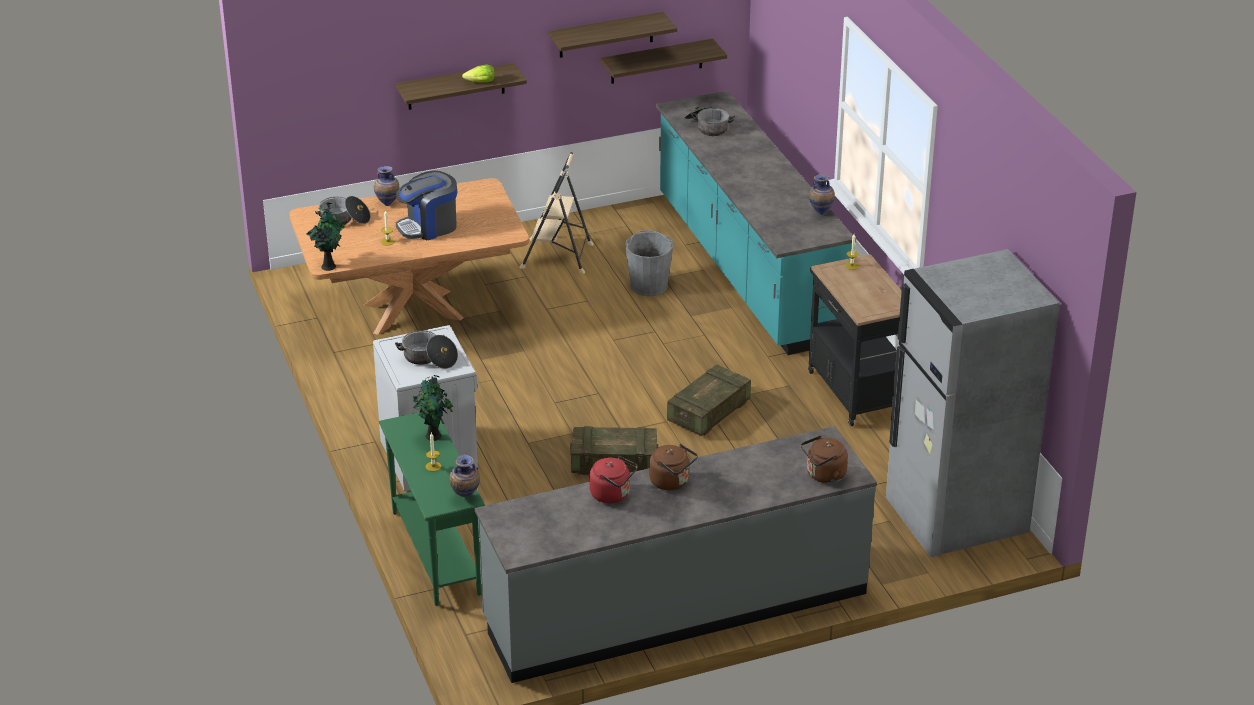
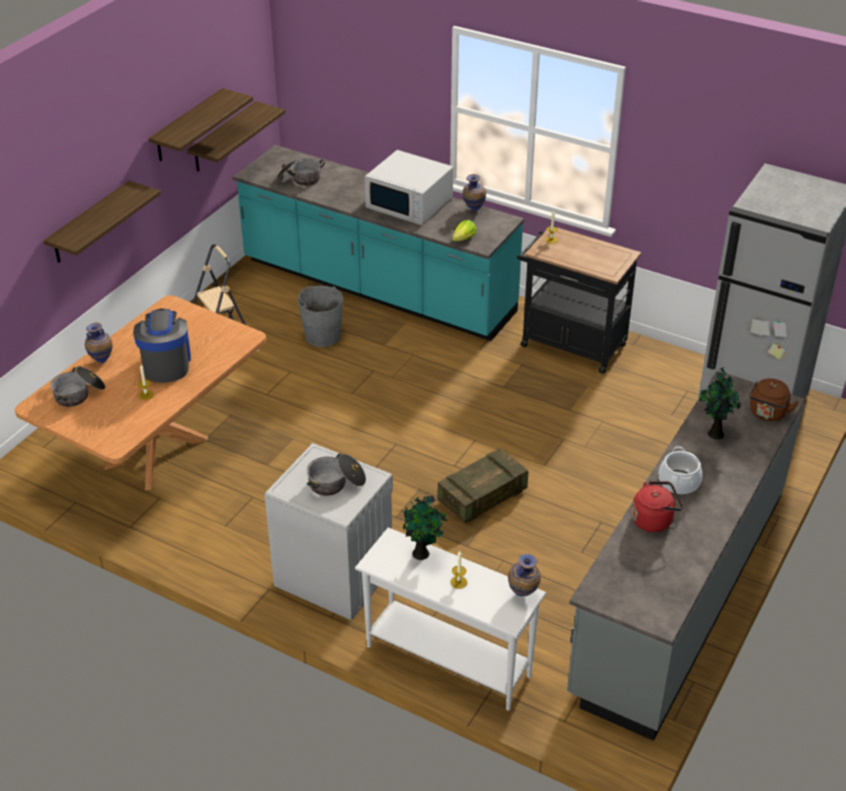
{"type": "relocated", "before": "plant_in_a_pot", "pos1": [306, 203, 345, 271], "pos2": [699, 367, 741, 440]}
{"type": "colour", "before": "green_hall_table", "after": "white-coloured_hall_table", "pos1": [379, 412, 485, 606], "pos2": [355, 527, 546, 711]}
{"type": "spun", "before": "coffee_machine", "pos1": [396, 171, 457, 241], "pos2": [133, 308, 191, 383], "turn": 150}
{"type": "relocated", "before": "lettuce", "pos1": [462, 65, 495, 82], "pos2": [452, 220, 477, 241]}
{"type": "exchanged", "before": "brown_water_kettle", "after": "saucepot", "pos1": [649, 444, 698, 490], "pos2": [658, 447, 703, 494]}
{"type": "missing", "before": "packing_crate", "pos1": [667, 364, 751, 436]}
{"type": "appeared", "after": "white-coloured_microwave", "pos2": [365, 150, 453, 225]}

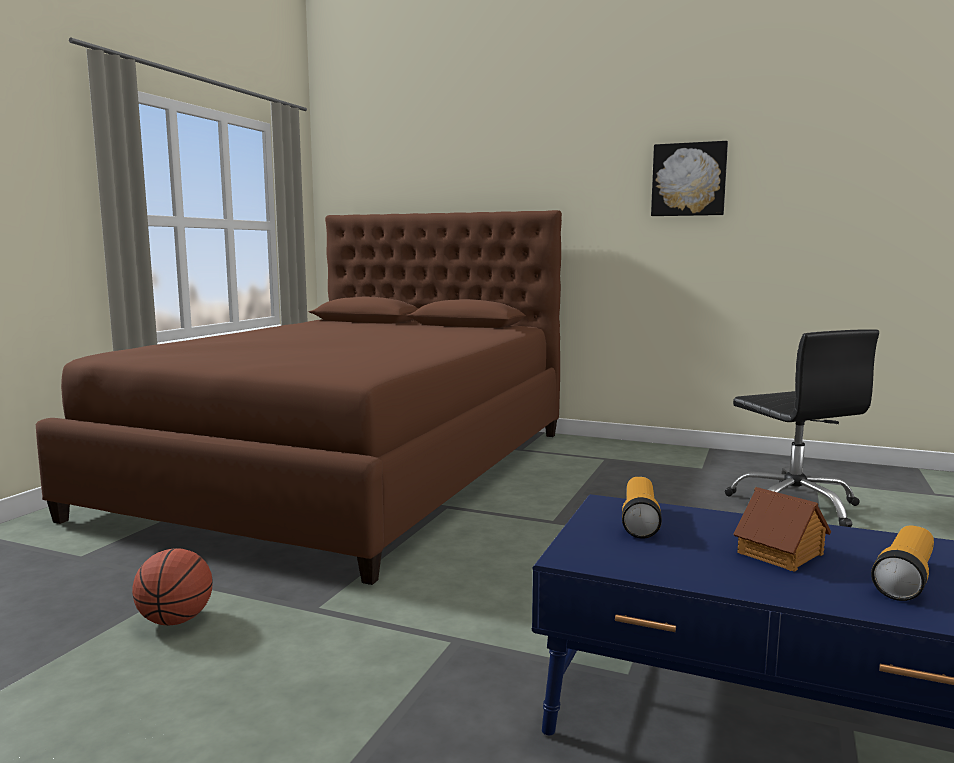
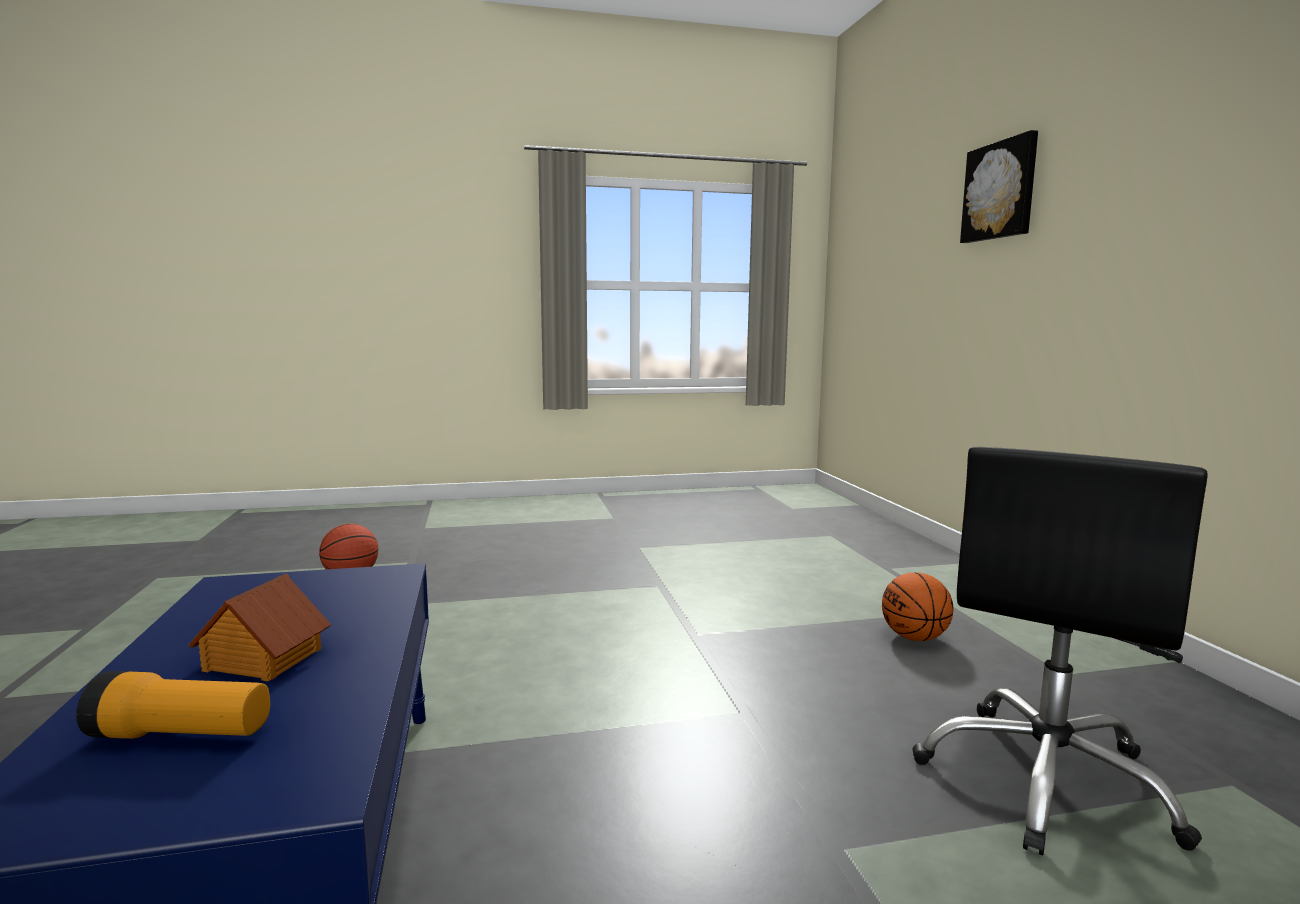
{"type": "missing", "before": "brown_sleeping_bed", "pos1": [36, 210, 562, 585]}
{"type": "missing", "before": "flashlight", "pos1": [622, 477, 662, 539]}
{"type": "relocated", "before": "wall_art", "pos1": [651, 141, 728, 216], "pos2": [960, 130, 1038, 243]}
{"type": "appeared", "after": "basketball_ball", "pos2": [882, 572, 953, 641]}

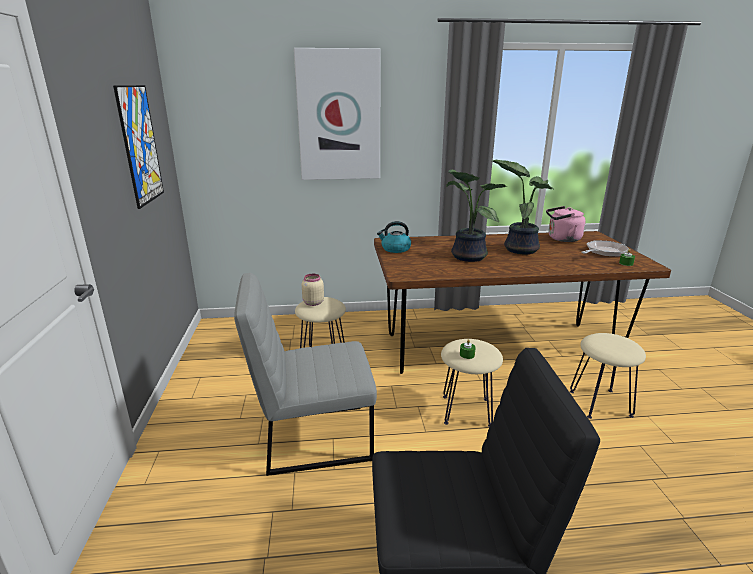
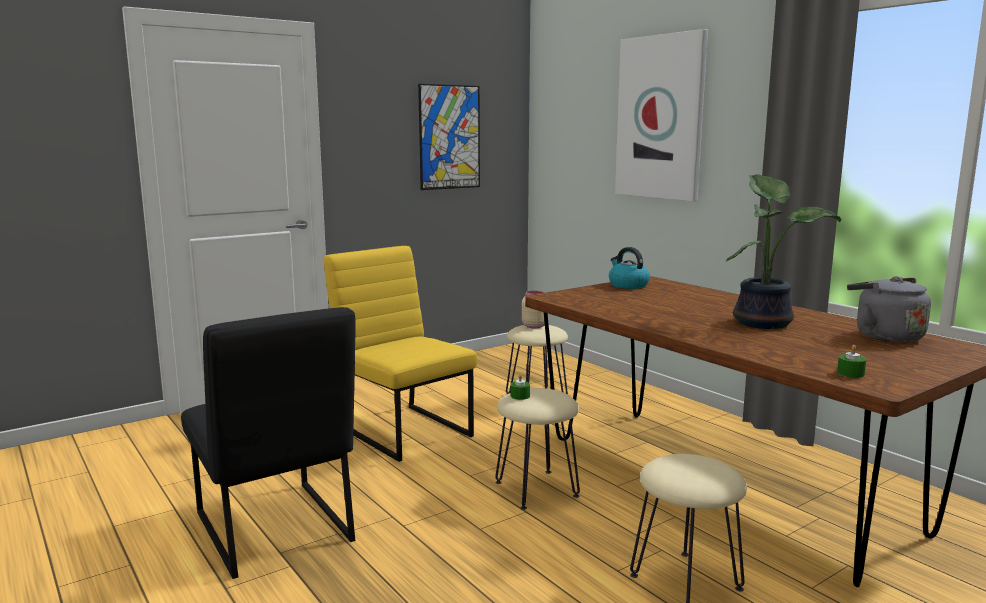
{"type": "colour", "before": "gray_chair", "after": "yellow-coloured_chair", "pos1": [234, 273, 377, 476], "pos2": [324, 246, 477, 462]}
{"type": "missing", "before": "plant_in_a_pot", "pos1": [447, 169, 507, 262]}
{"type": "colour", "before": "pink_water_kettle", "after": "gray_water_kettle", "pos1": [546, 206, 586, 242], "pos2": [847, 276, 931, 343]}
{"type": "missing", "before": "pan", "pos1": [581, 240, 629, 257]}

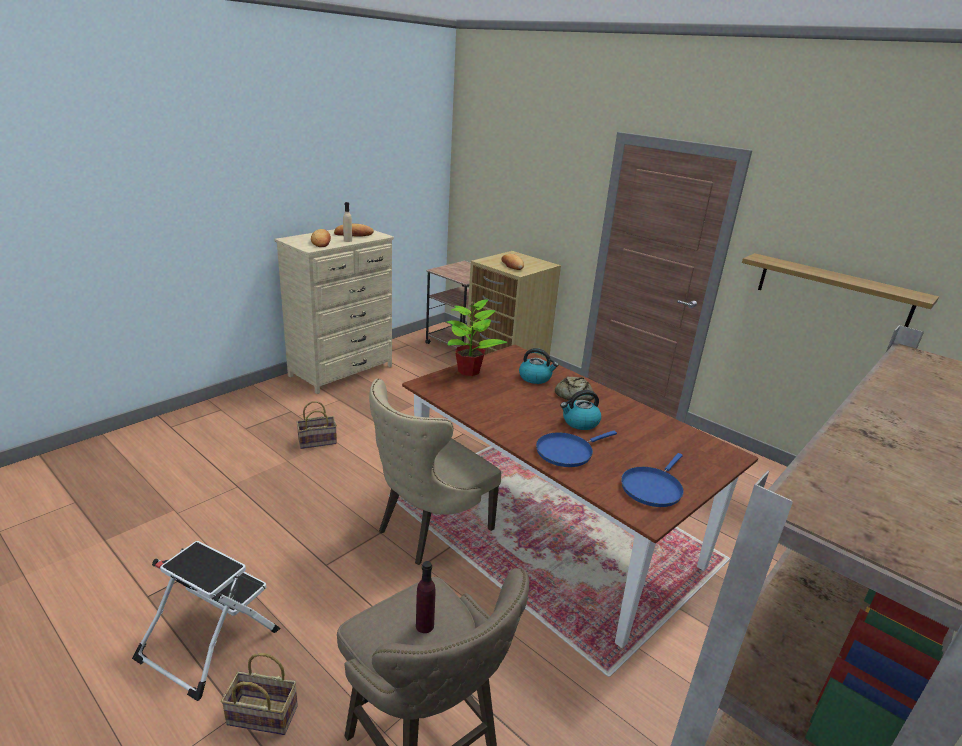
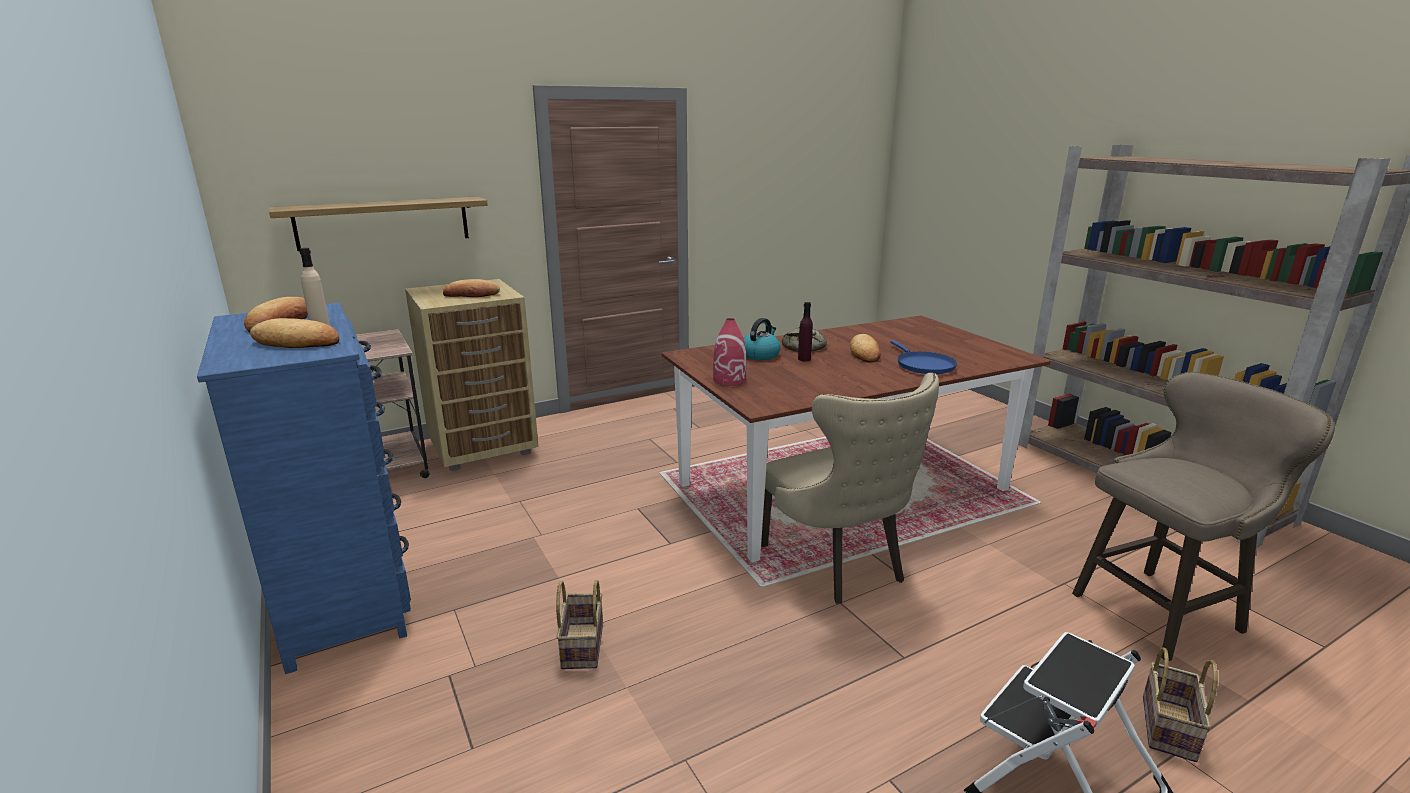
{"type": "colour", "before": "beige-coloured_dresser", "after": "bluish_dresser", "pos1": [274, 229, 394, 394], "pos2": [197, 303, 411, 674]}
{"type": "relocated", "before": "purple-coloured_beverage_bottle", "pos1": [416, 561, 435, 633], "pos2": [798, 302, 813, 361]}
{"type": "exchanged", "before": "plant_in_a_pot", "after": "red_decorative_vase", "pos1": [446, 298, 508, 376], "pos2": [713, 318, 746, 386]}
{"type": "exchanged", "before": "water_kettle", "after": "bakery_bread", "pos1": [560, 390, 601, 430], "pos2": [850, 334, 881, 363]}
{"type": "missing", "before": "bluish_pan", "pos1": [621, 453, 684, 507]}
{"type": "relocated", "before": "bracket_shelf", "pos1": [742, 253, 939, 327], "pos2": [269, 197, 488, 251]}

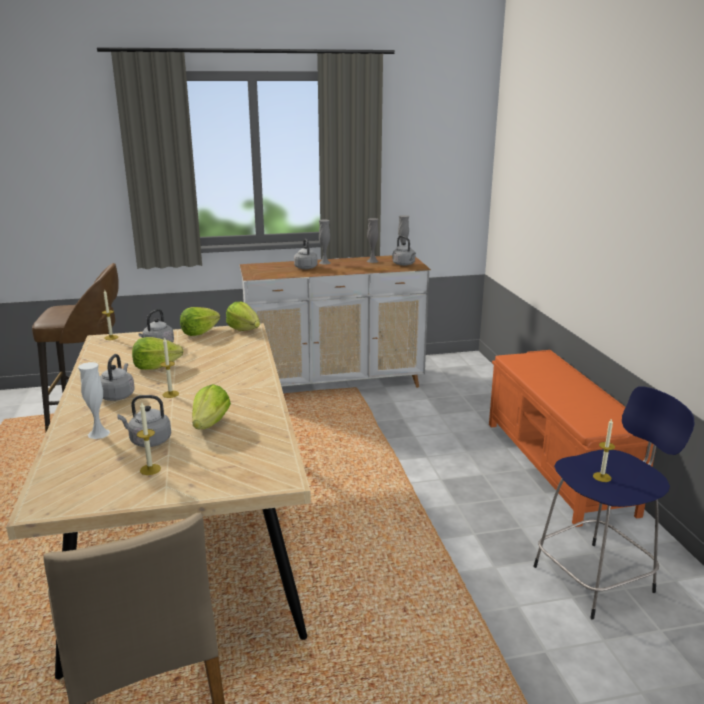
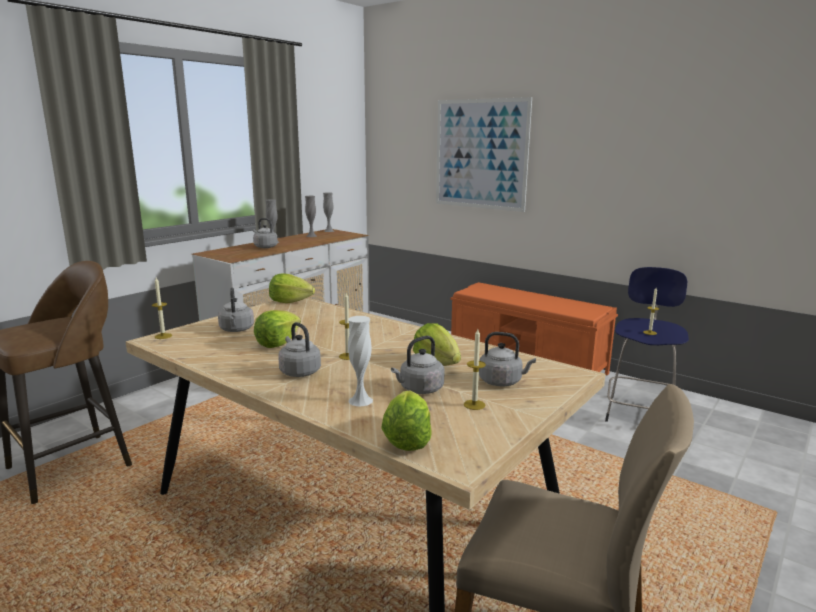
{"type": "relocated", "before": "lettuce", "pos1": [180, 307, 220, 336], "pos2": [381, 390, 432, 451]}
{"type": "relocated", "before": "gray_water_kettle", "pos1": [392, 236, 416, 266], "pos2": [479, 332, 536, 386]}
{"type": "appeared", "after": "wall_art", "pos2": [436, 97, 532, 212]}

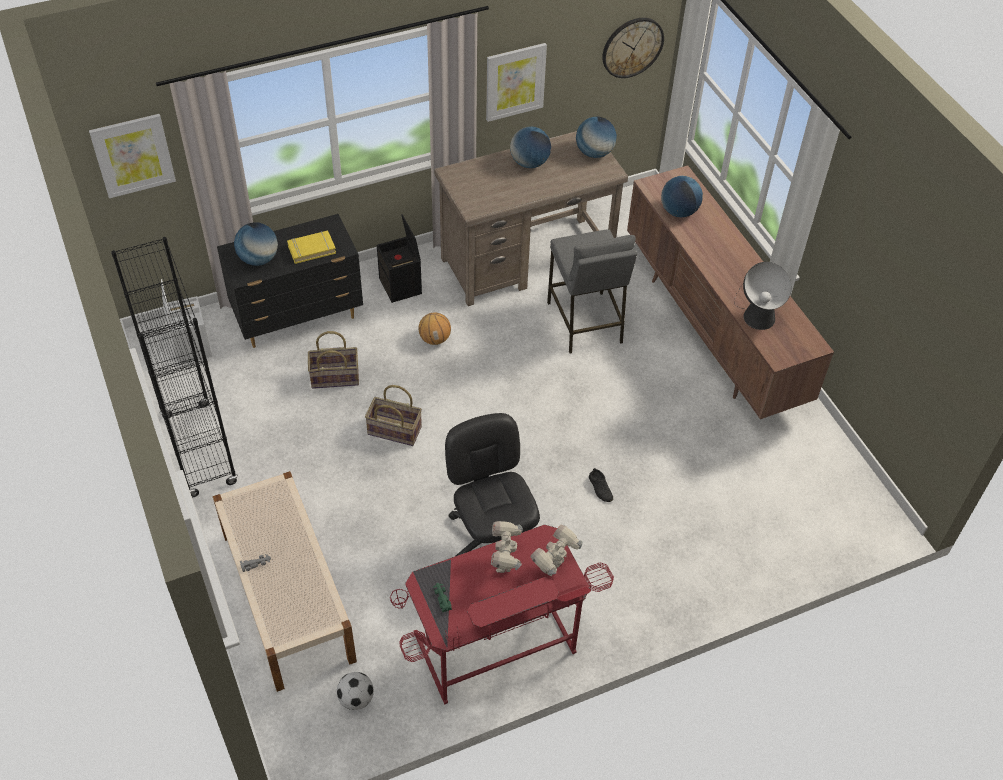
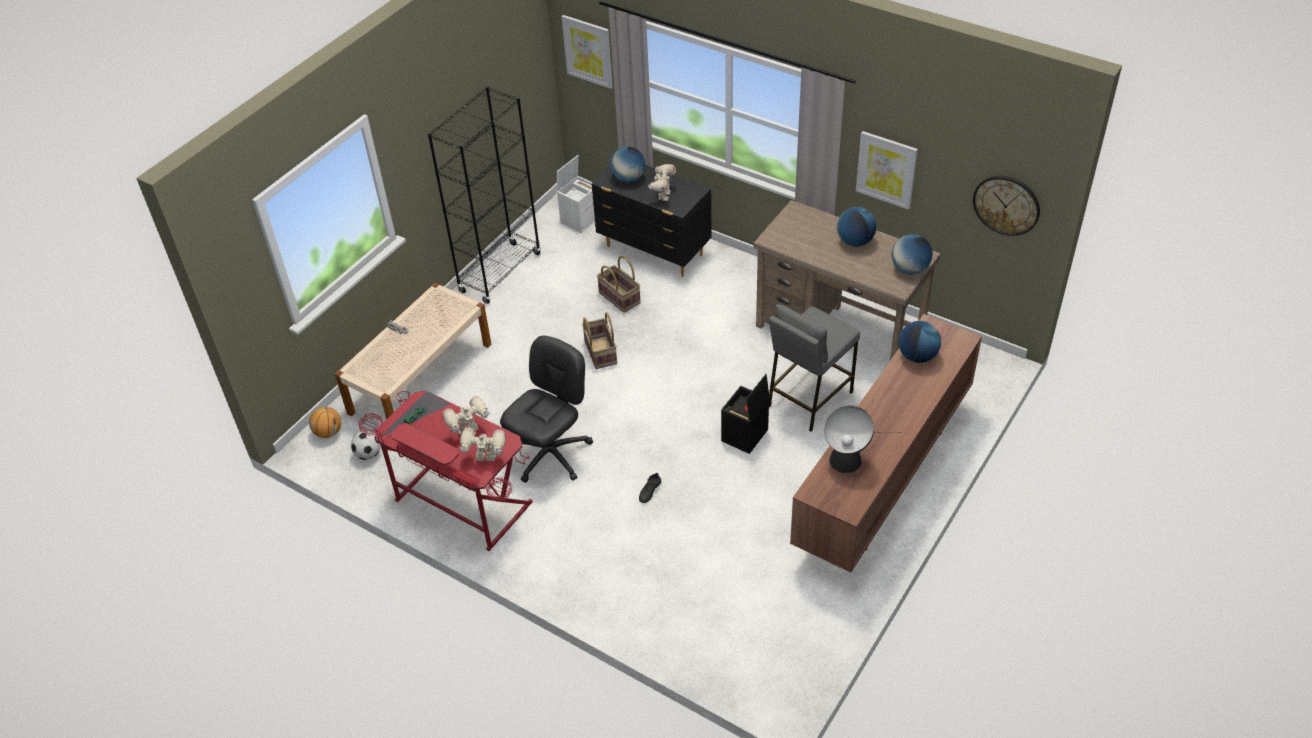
{"type": "exchanged", "before": "yellow-coloured_bound_book", "after": "toy_robot", "pos1": [287, 230, 336, 264], "pos2": [648, 164, 676, 201]}
{"type": "relocated", "before": "blackish_storage_bin", "pos1": [377, 214, 422, 303], "pos2": [721, 374, 770, 454]}
{"type": "relocated", "before": "basketball_ball", "pos1": [419, 313, 451, 345], "pos2": [309, 407, 341, 438]}

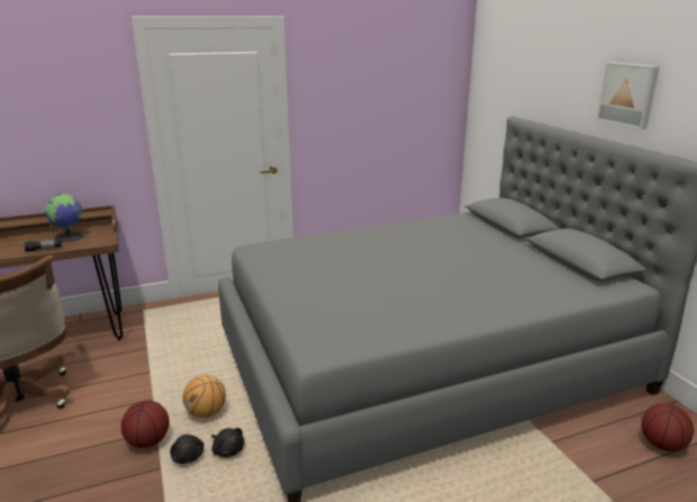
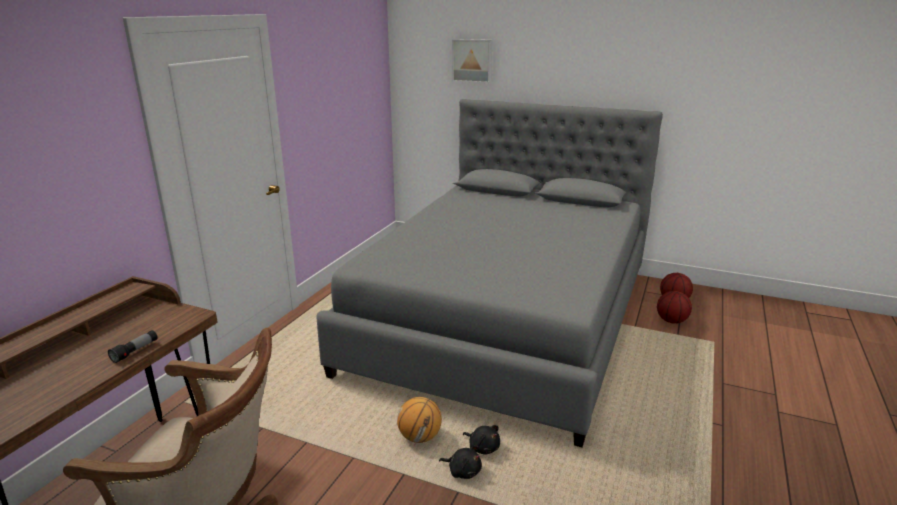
{"type": "missing", "before": "desk_globe", "pos1": [45, 193, 84, 242]}
{"type": "relocated", "before": "basketball_ball", "pos1": [121, 401, 169, 448], "pos2": [657, 291, 692, 323]}
{"type": "spun", "before": "blackish_plush_toy", "pos1": [211, 428, 245, 458], "pos2": [463, 425, 500, 455], "turn": 45}
{"type": "relocated", "before": "wall_art", "pos1": [596, 62, 660, 129], "pos2": [452, 39, 492, 83]}

